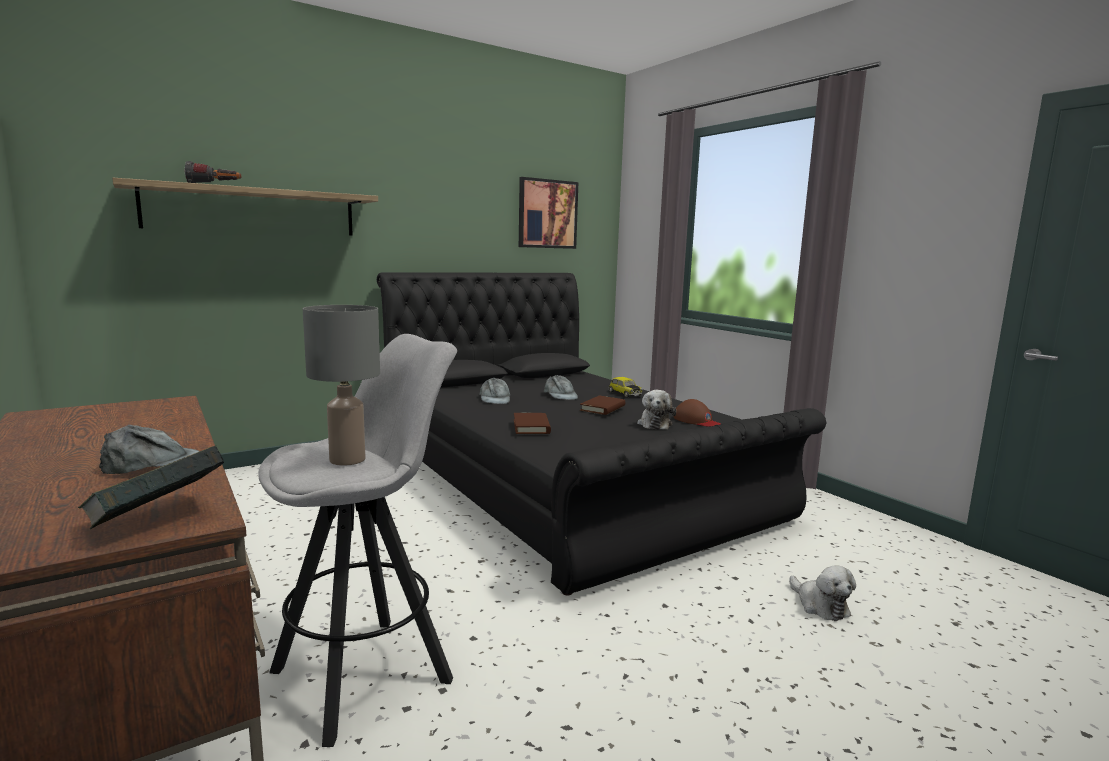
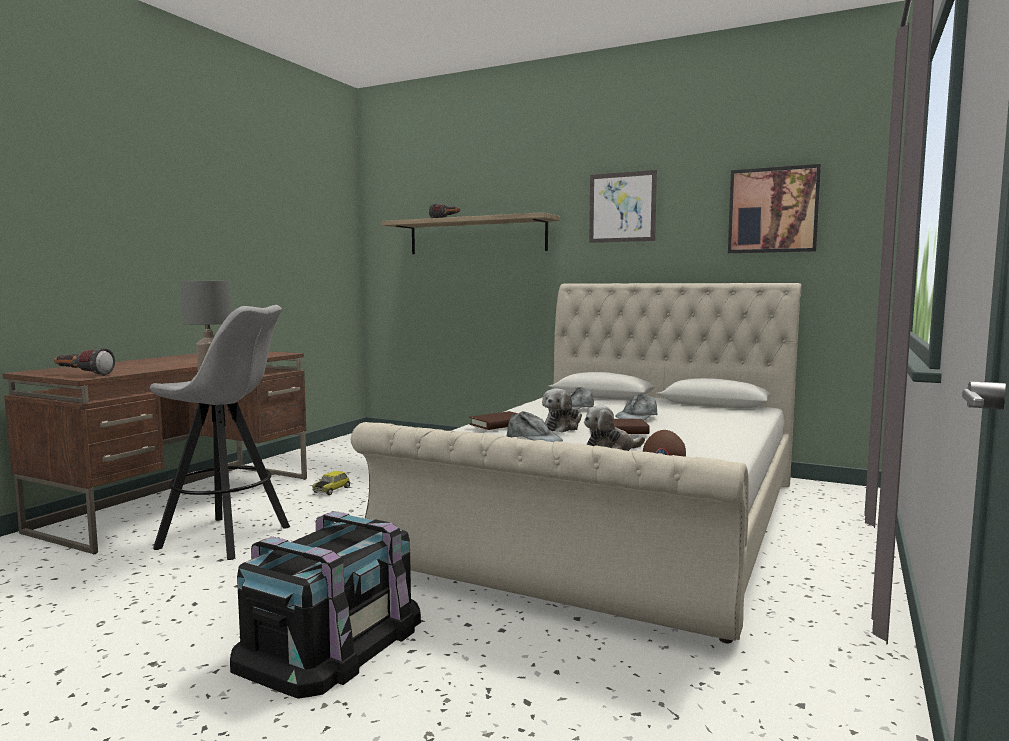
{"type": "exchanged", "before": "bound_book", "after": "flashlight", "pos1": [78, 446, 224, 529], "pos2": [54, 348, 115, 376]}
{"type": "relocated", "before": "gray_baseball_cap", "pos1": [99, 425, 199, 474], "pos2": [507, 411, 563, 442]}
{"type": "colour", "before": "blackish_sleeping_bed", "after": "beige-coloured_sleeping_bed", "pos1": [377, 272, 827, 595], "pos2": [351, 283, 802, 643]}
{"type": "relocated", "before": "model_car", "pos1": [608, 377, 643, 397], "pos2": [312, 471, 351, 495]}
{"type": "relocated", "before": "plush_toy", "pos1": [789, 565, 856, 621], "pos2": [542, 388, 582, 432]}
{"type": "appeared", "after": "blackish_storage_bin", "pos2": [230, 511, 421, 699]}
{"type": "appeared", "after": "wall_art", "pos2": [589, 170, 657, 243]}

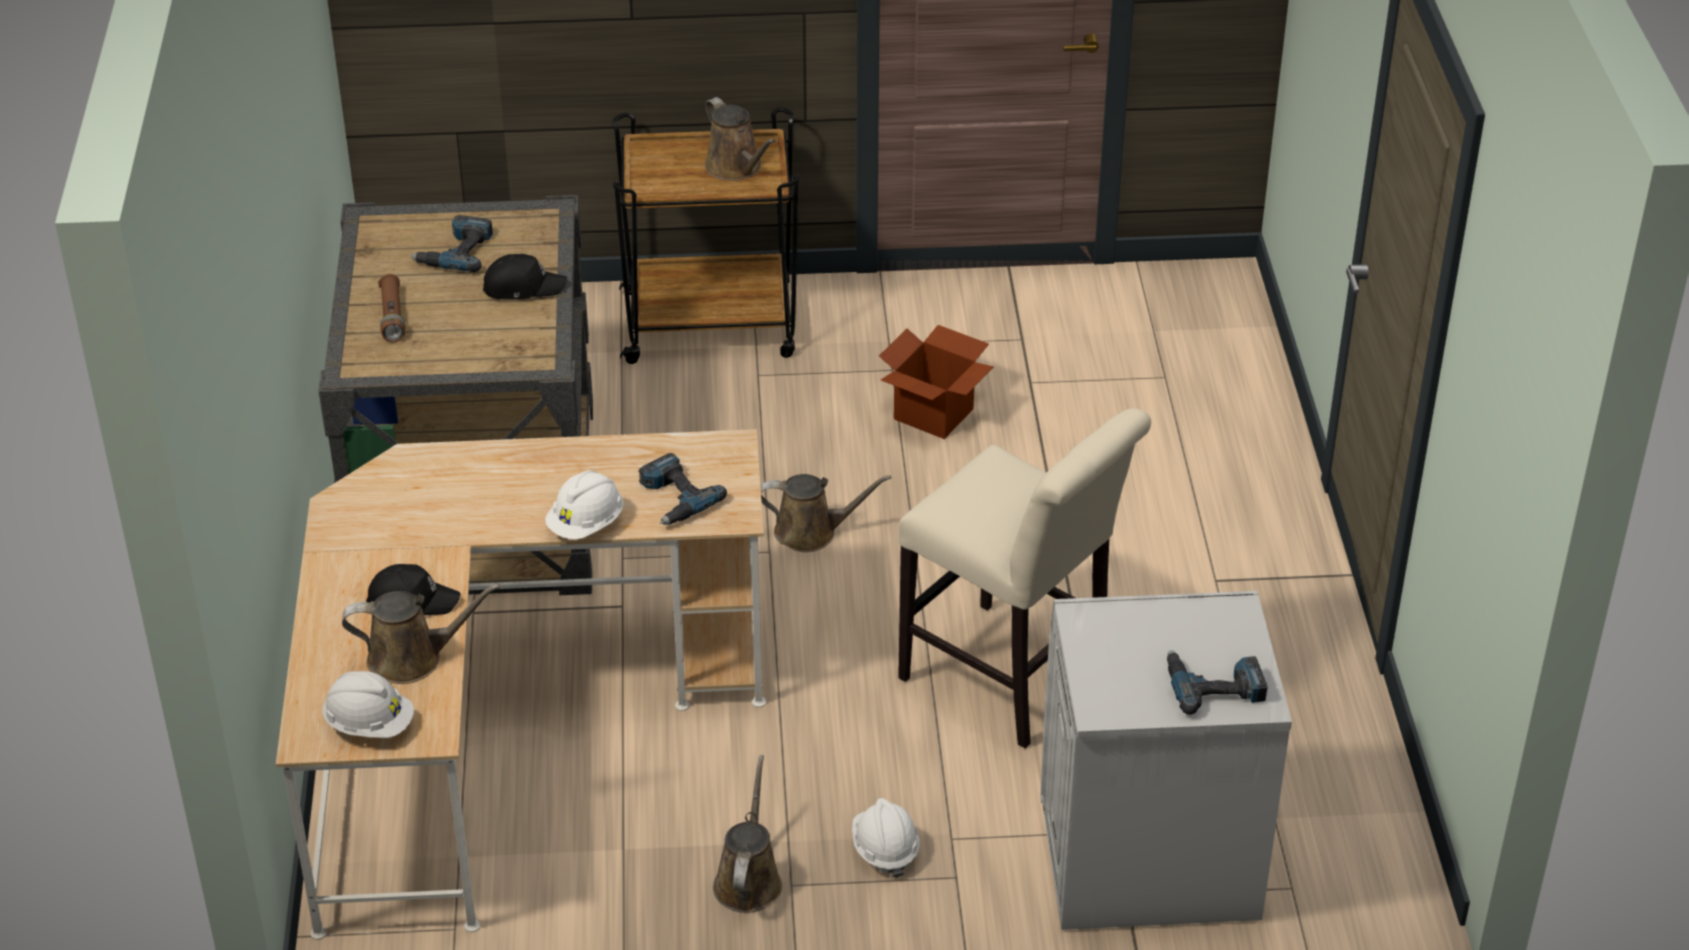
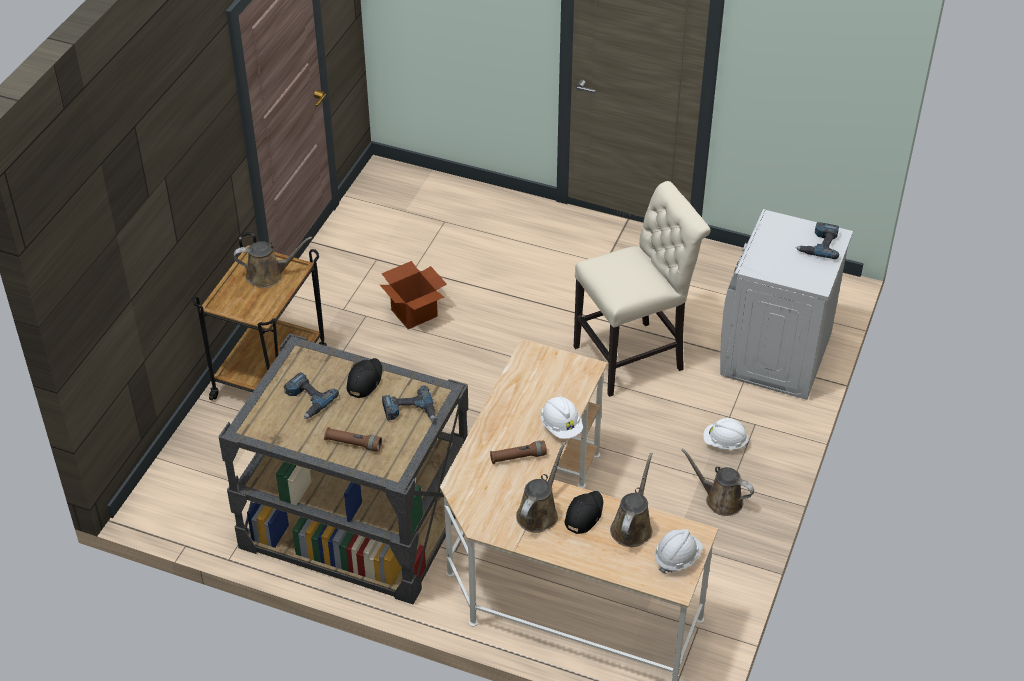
{"type": "relocated", "before": "drill", "pos1": [638, 453, 727, 525], "pos2": [382, 385, 435, 421]}
{"type": "relocated", "before": "brown_watering_pot", "pos1": [761, 474, 891, 552], "pos2": [516, 442, 566, 533]}
{"type": "appeared", "after": "brown_flashlight", "pos2": [490, 441, 547, 464]}

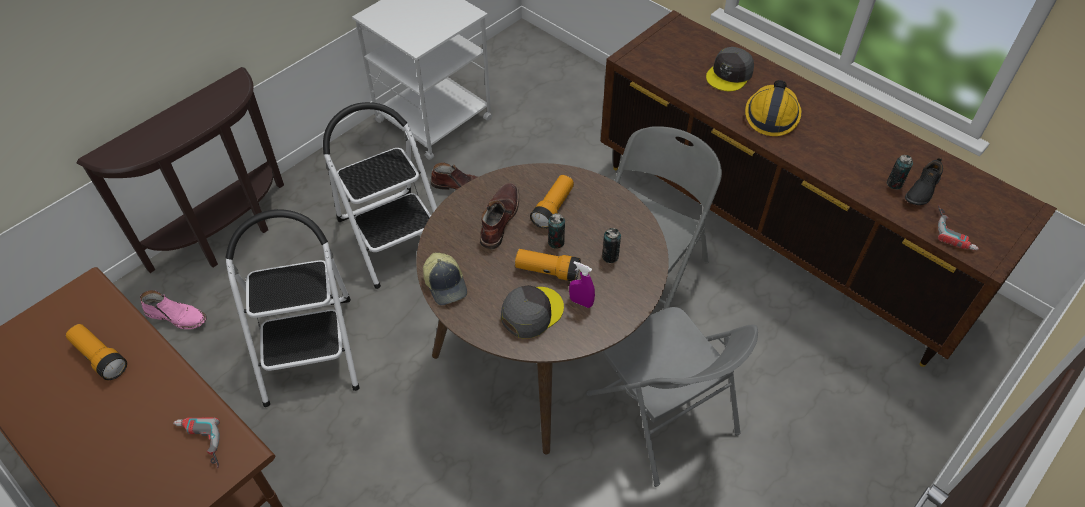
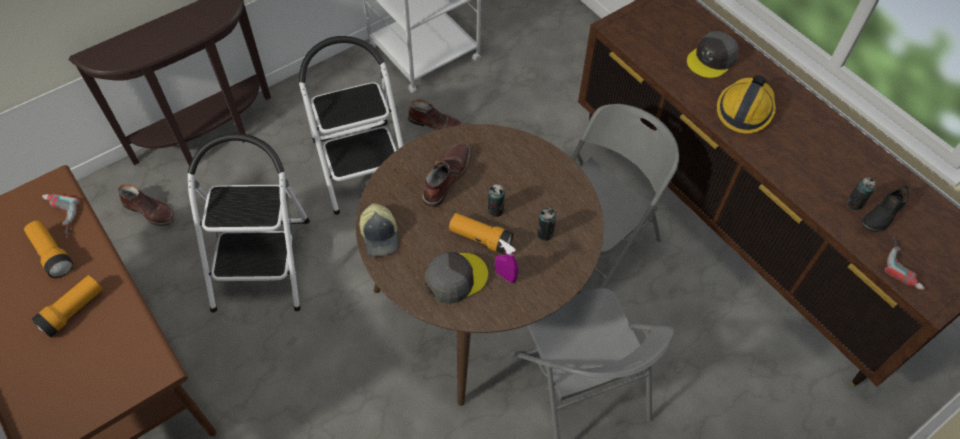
{"type": "colour", "before": "pink_tall_boot", "after": "brown_tall_boot", "pos1": [140, 290, 207, 329], "pos2": [118, 184, 176, 226]}
{"type": "relocated", "before": "drill", "pos1": [173, 417, 220, 468], "pos2": [42, 194, 80, 238]}
{"type": "relocated", "before": "flashlight", "pos1": [530, 175, 574, 229], "pos2": [31, 275, 103, 338]}

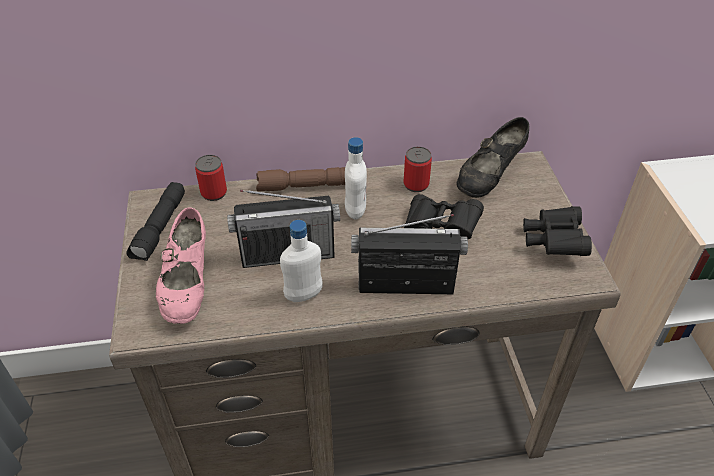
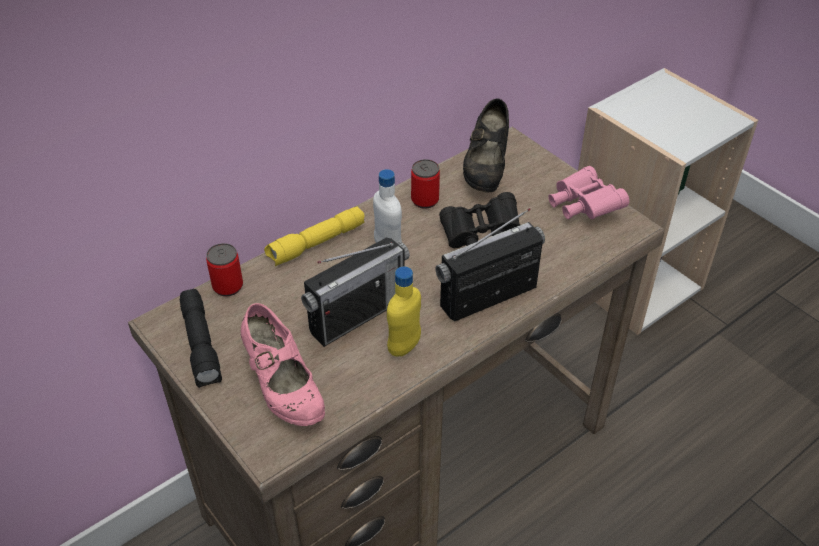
{"type": "colour", "before": "brown_flashlight", "after": "yellow-coloured_flashlight", "pos1": [256, 167, 345, 191], "pos2": [264, 206, 365, 266]}
{"type": "colour", "before": "white-coloured_beverage_bottle", "after": "yellow-coloured_beverage_bottle", "pos1": [280, 220, 323, 302], "pos2": [387, 267, 421, 357]}
{"type": "colour", "before": "blackish_field_glasses", "after": "pink_field_glasses", "pos1": [523, 206, 592, 256], "pos2": [548, 166, 629, 219]}

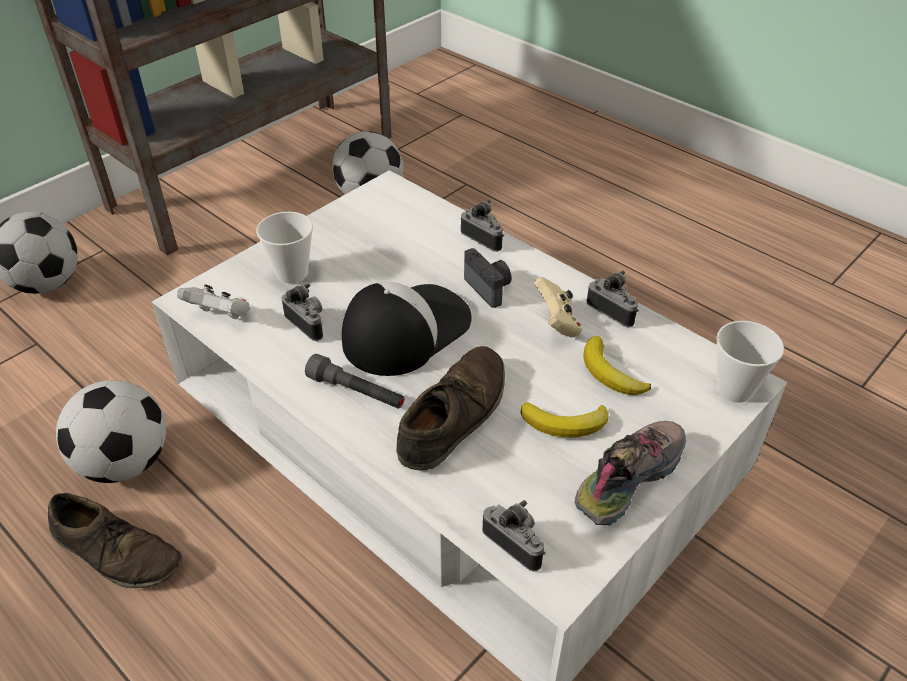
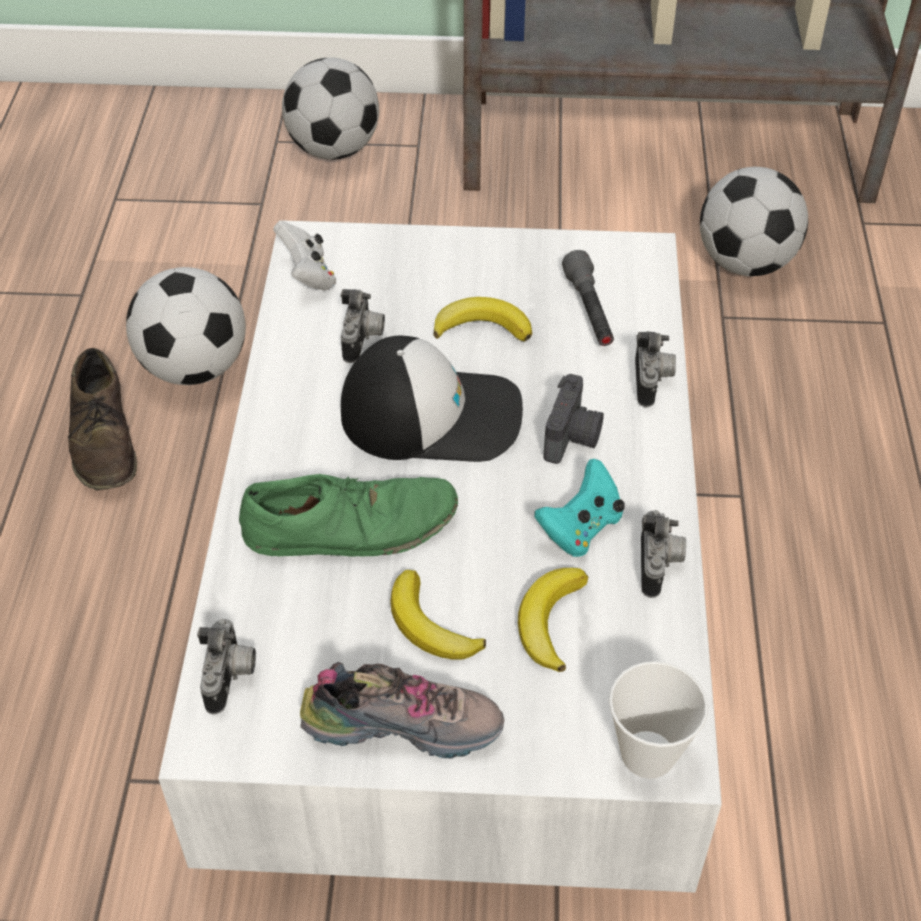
{"type": "missing", "before": "drinking_cup", "pos1": [256, 212, 313, 283]}
{"type": "relocated", "before": "gray_flashlight", "pos1": [305, 354, 404, 409], "pos2": [562, 250, 614, 346]}
{"type": "colour", "before": "brown_shoe", "after": "green_shoe", "pos1": [396, 346, 505, 470], "pos2": [239, 474, 458, 557]}
{"type": "colour", "before": "beige-coloured_joypad", "after": "turquoise-coloured_joypad", "pos1": [534, 277, 582, 337], "pos2": [534, 459, 625, 557]}
{"type": "appeared", "after": "banana_fruit", "pos2": [434, 297, 532, 342]}

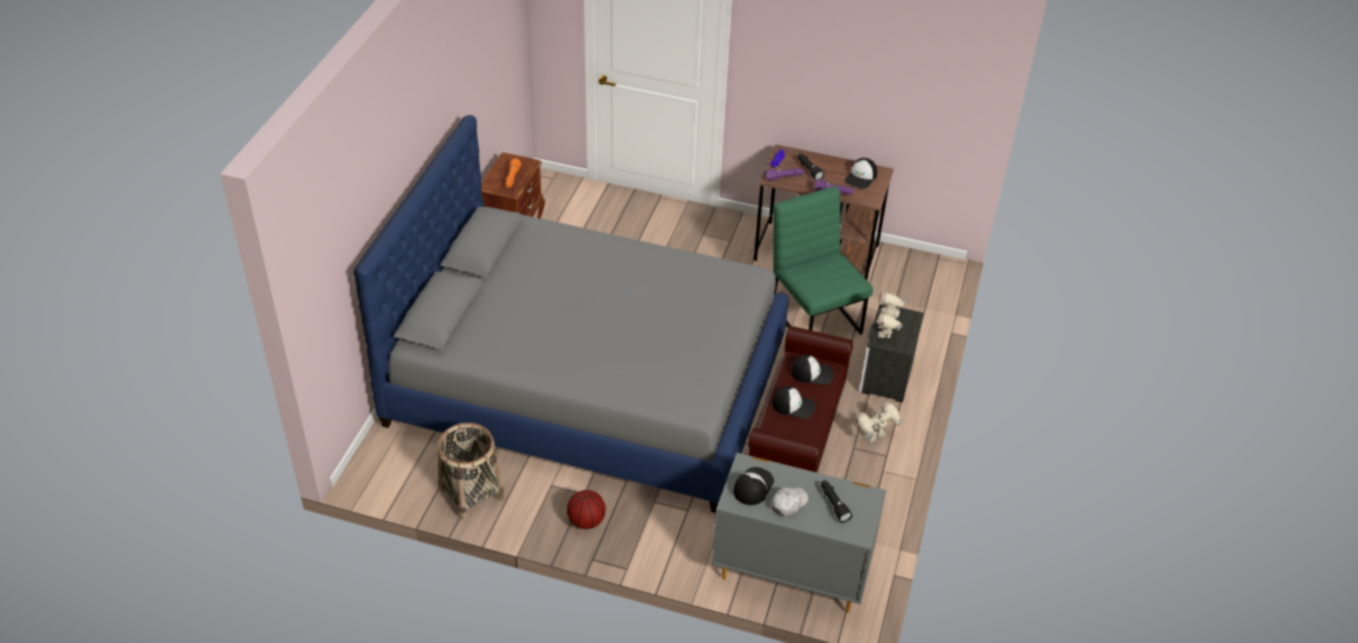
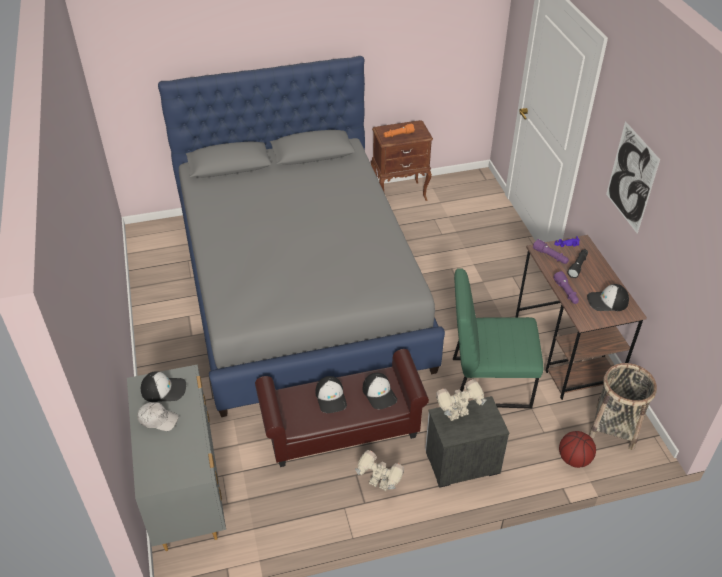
{"type": "relocated", "before": "storage_basket", "pos1": [437, 423, 505, 520], "pos2": [589, 363, 657, 450]}
{"type": "relocated", "before": "basketball_ball", "pos1": [567, 490, 606, 529], "pos2": [559, 431, 596, 468]}
{"type": "spun", "before": "green_chair", "pos1": [773, 186, 873, 335], "pos2": [453, 268, 543, 409], "turn": -120}
{"type": "missing", "before": "blackish_flashlight", "pos1": [821, 480, 852, 523]}
{"type": "appeared", "after": "wall_art", "pos2": [606, 121, 660, 234]}

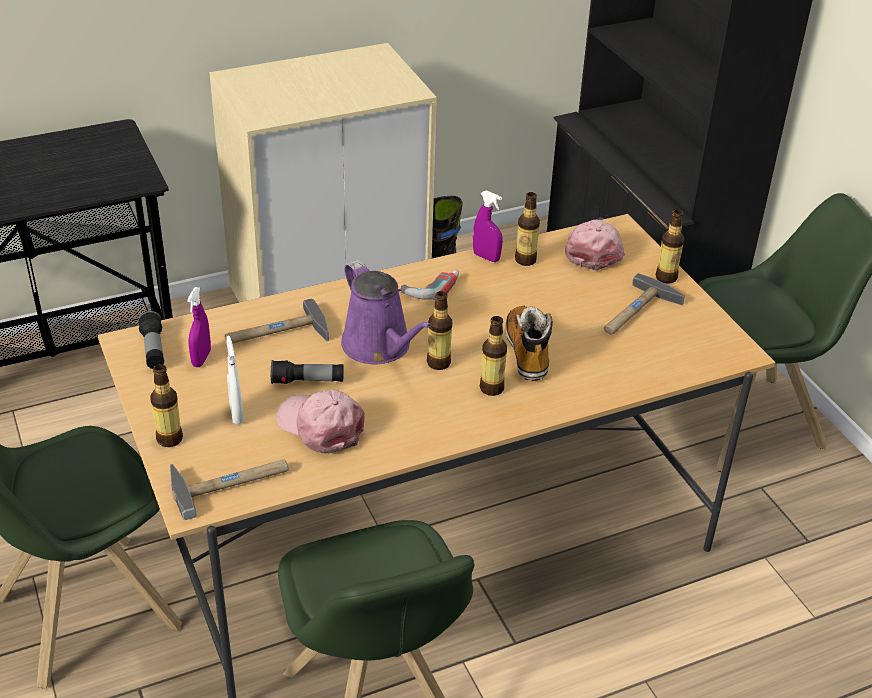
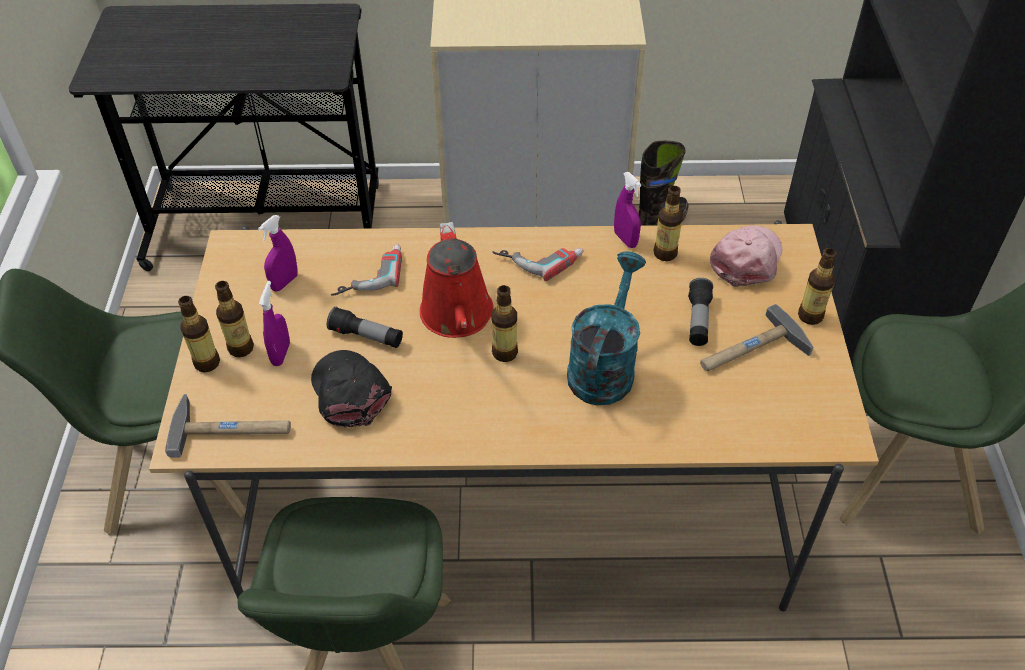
{"type": "relocated", "before": "flashlight", "pos1": [138, 311, 164, 369], "pos2": [688, 278, 713, 346]}
{"type": "exchanged", "before": "hammer", "after": "drill", "pos1": [225, 298, 329, 344], "pos2": [331, 244, 402, 296]}
{"type": "colour", "before": "white-coloured_sprayer", "after": "purple-coloured_sprayer", "pos1": [227, 336, 244, 424], "pos2": [259, 281, 290, 366]}
{"type": "colour", "before": "pink_baseball_cap", "after": "blackish_baseball_cap", "pos1": [276, 390, 365, 454], "pos2": [311, 350, 392, 428]}
{"type": "colour", "before": "purple-coloured_watering_pot", "after": "red_watering_pot", "pos1": [341, 260, 431, 364], "pos2": [420, 222, 494, 338]}
{"type": "relocated", "before": "beverage_bottle", "pos1": [480, 316, 507, 396], "pos2": [215, 281, 254, 357]}
{"type": "exchanged", "before": "tall_boot", "after": "turquoise-coloured_watering_pot", "pos1": [505, 306, 553, 381], "pos2": [567, 251, 646, 405]}

